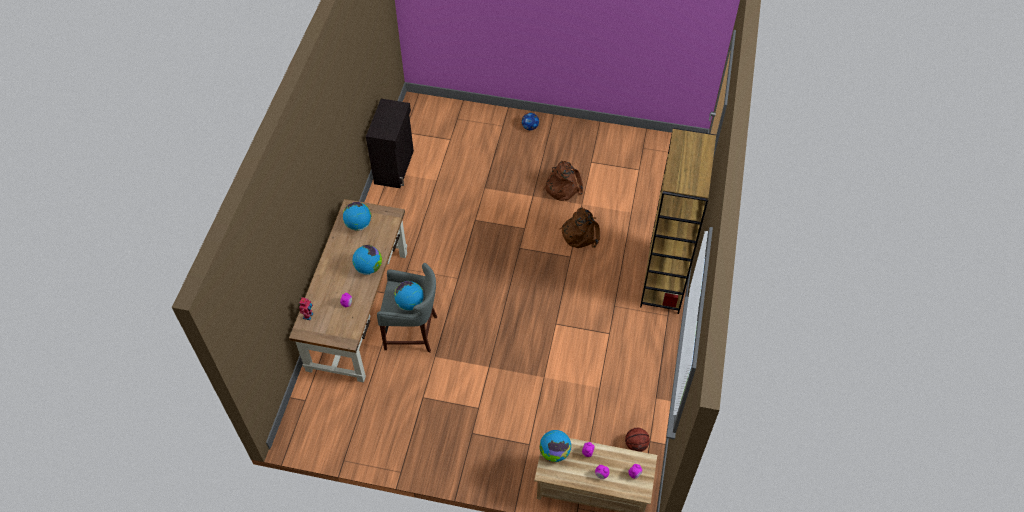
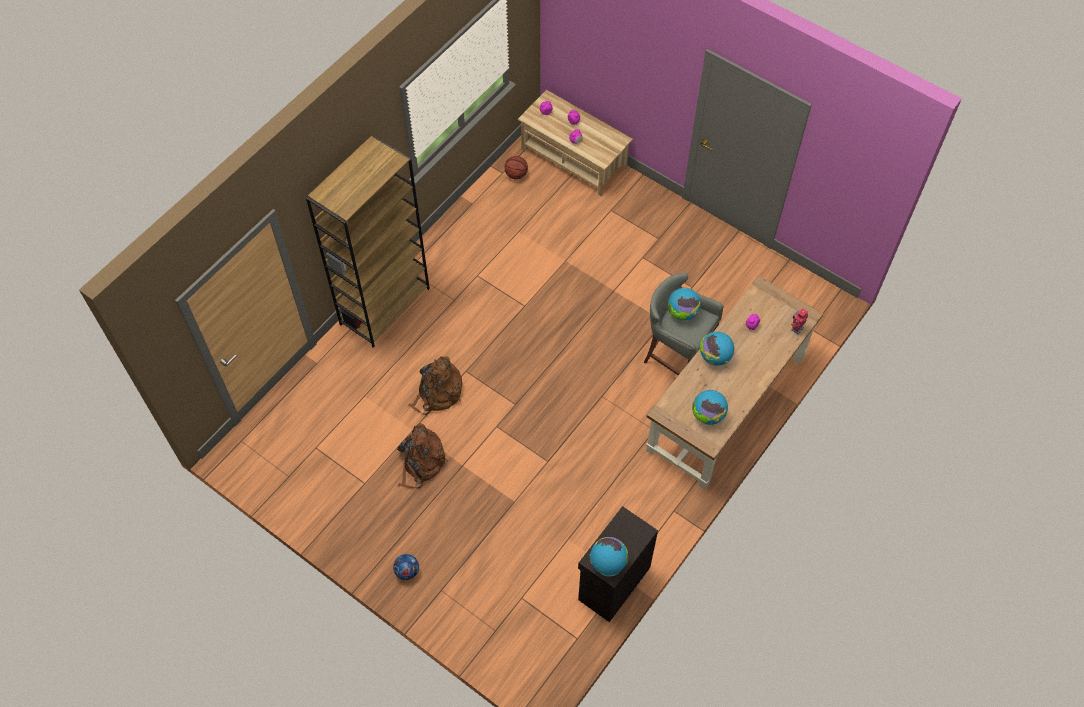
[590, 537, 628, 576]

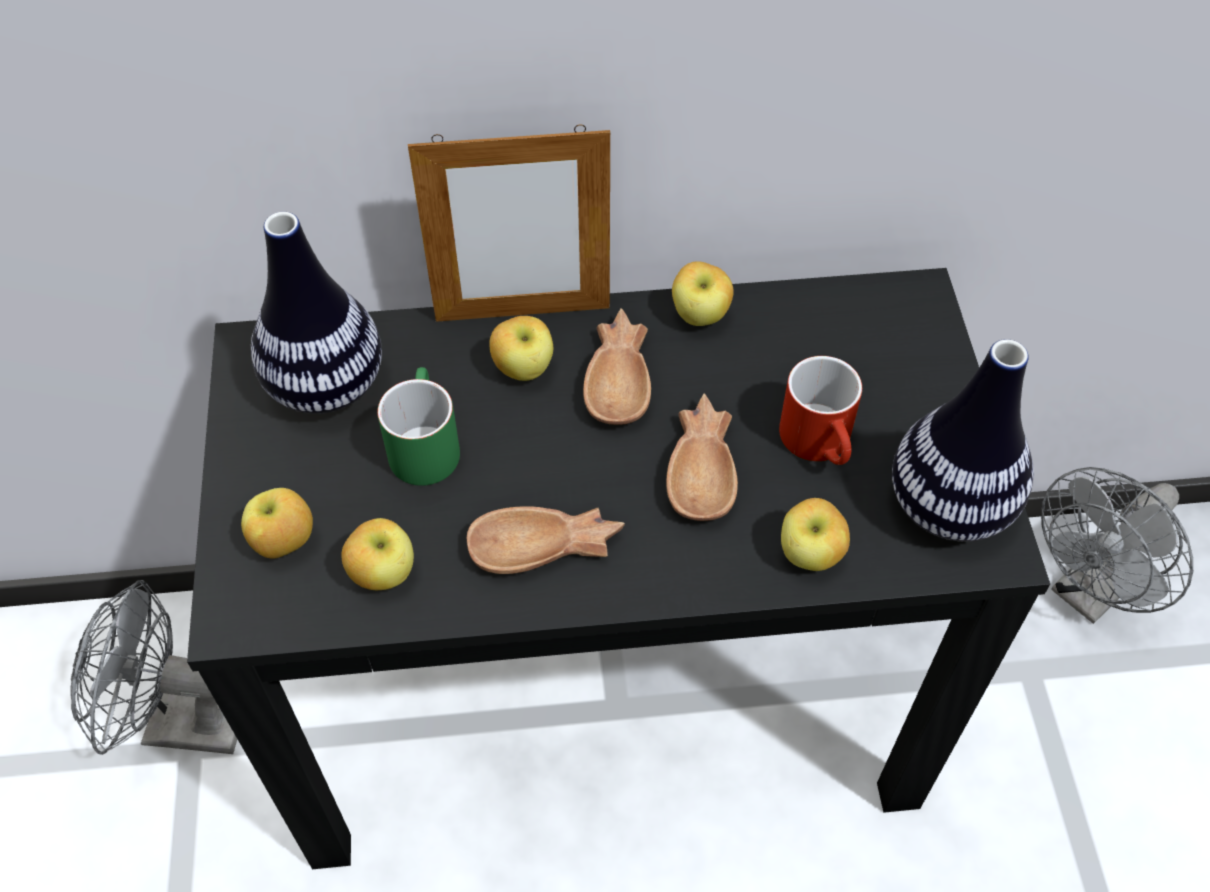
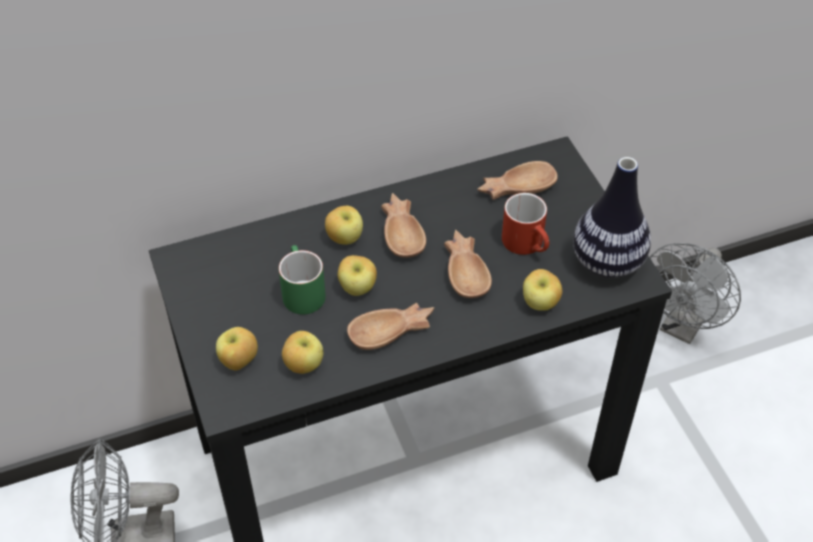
[338, 255, 377, 296]
[477, 161, 558, 200]
[251, 212, 382, 414] (first image)
[408, 124, 610, 322] (first image)

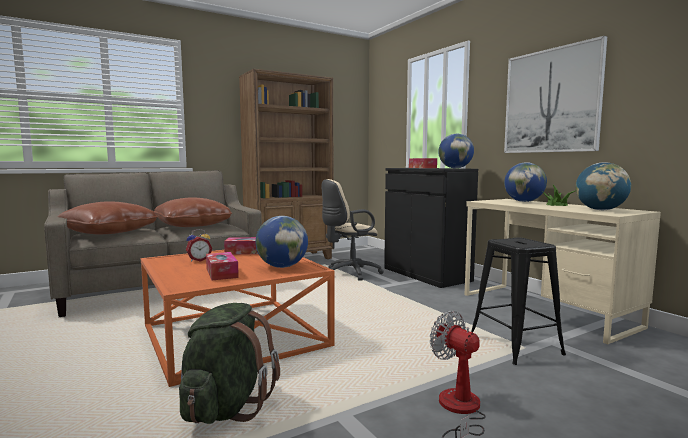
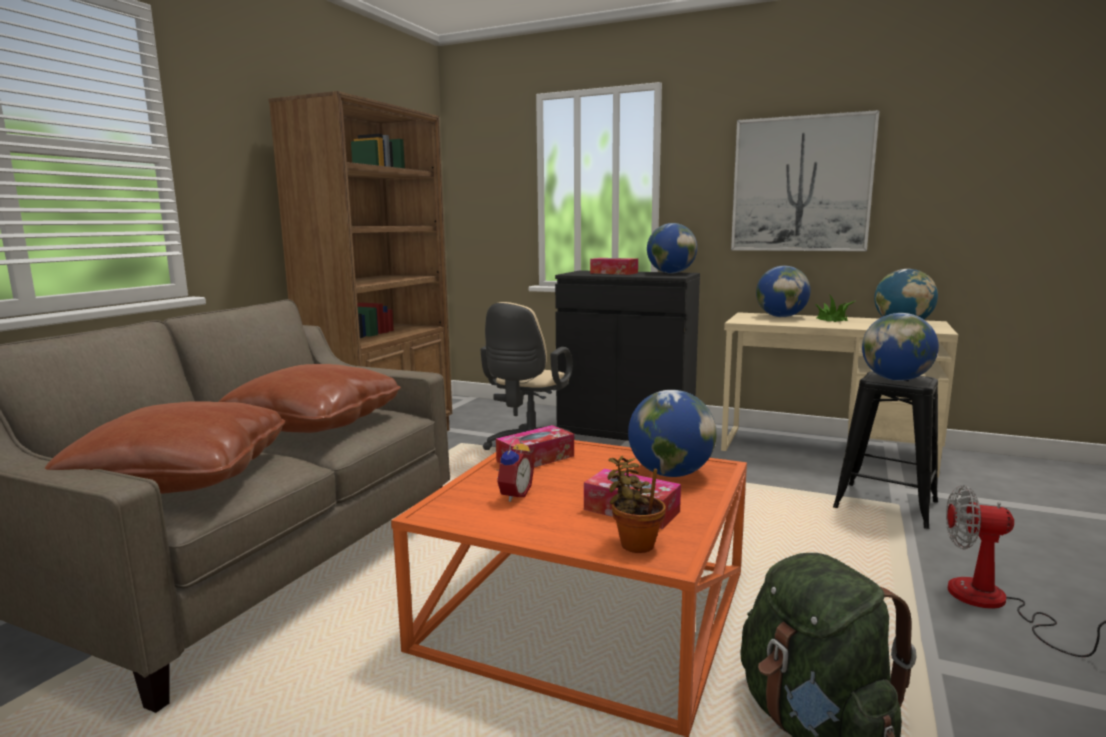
[607, 456, 666, 553]
[862, 313, 939, 381]

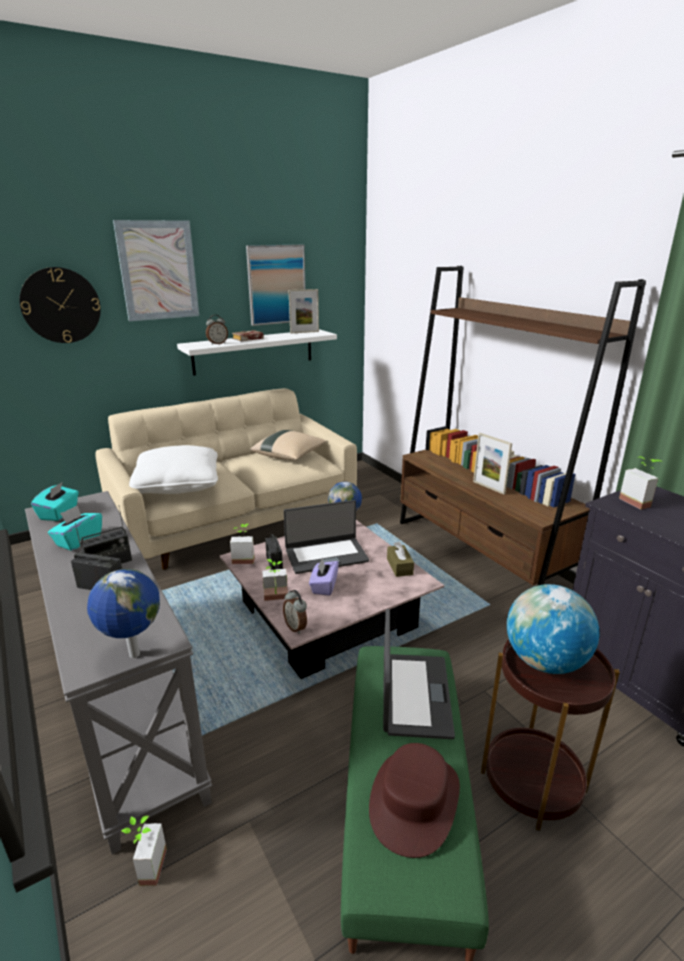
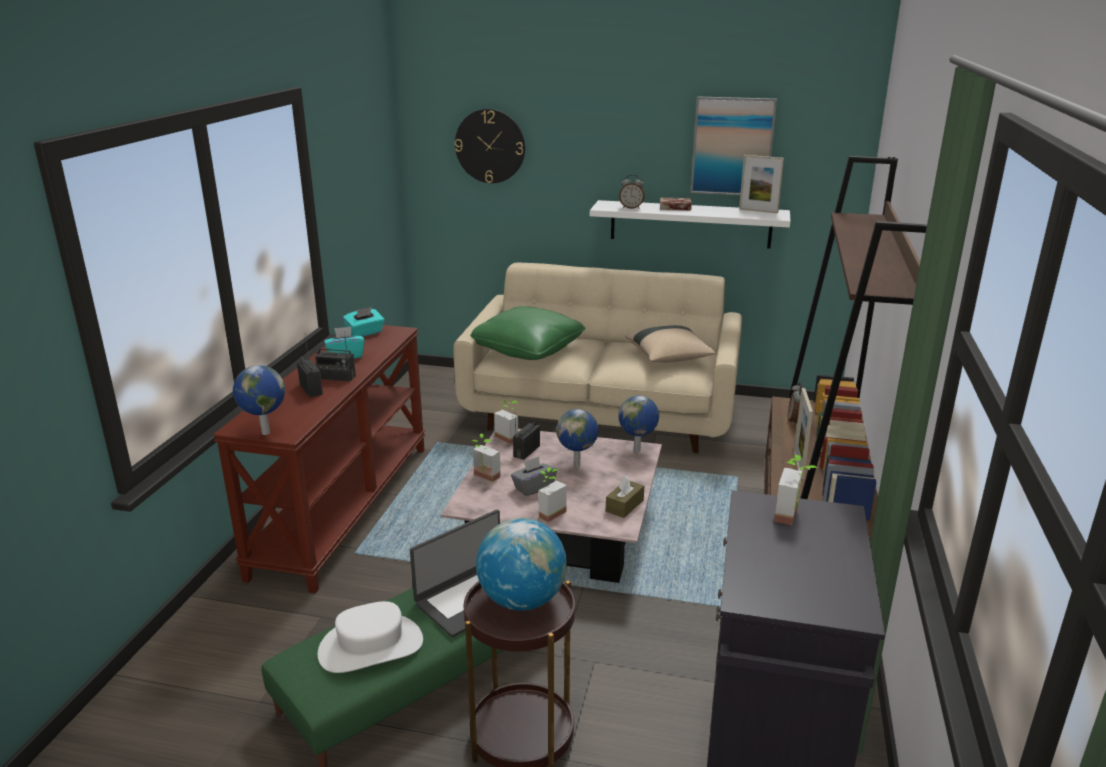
[213, 325, 425, 594]
[318, 601, 423, 673]
[470, 306, 585, 360]
[511, 456, 557, 496]
[539, 467, 567, 522]
[557, 409, 598, 467]
[788, 382, 803, 425]
[113, 220, 199, 321] (first image)

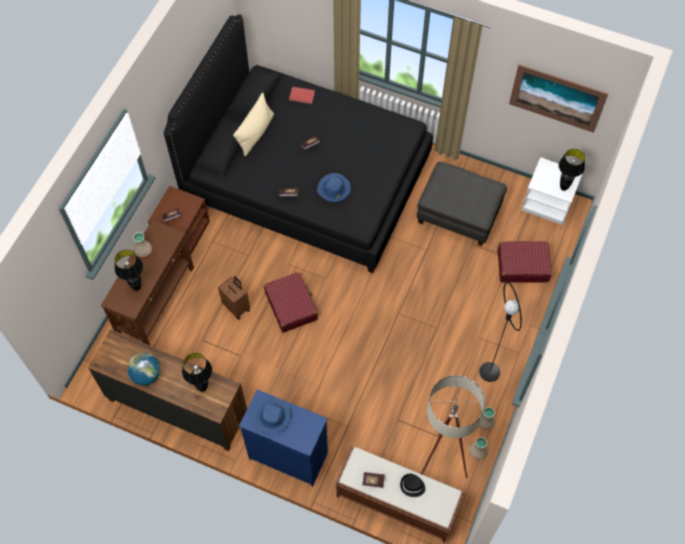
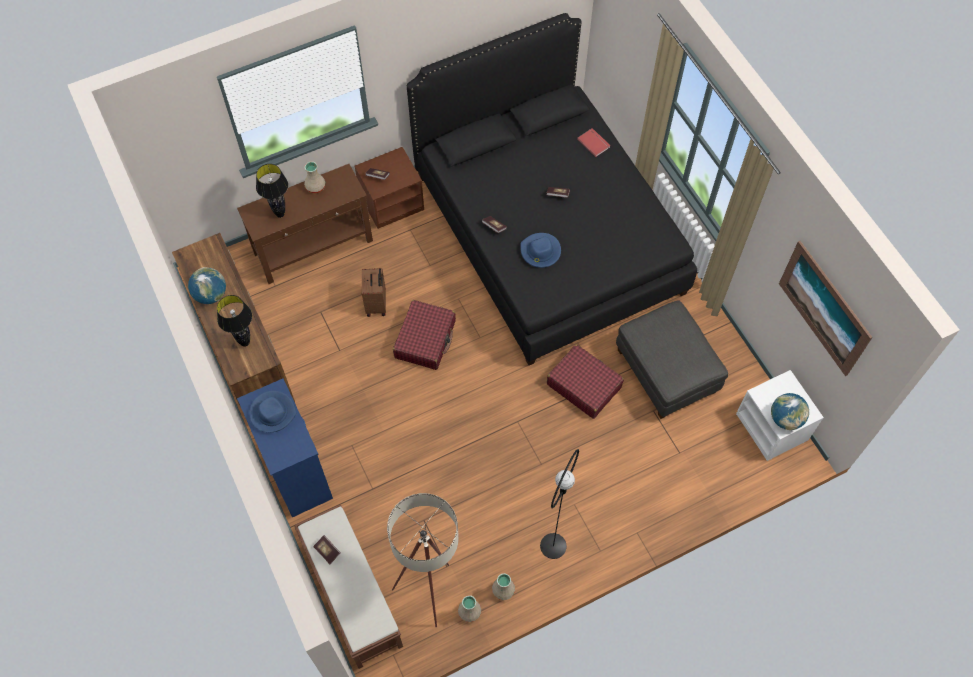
[547, 344, 624, 419]
[771, 393, 809, 430]
[233, 93, 274, 156] (first image)
[400, 473, 425, 497] (first image)

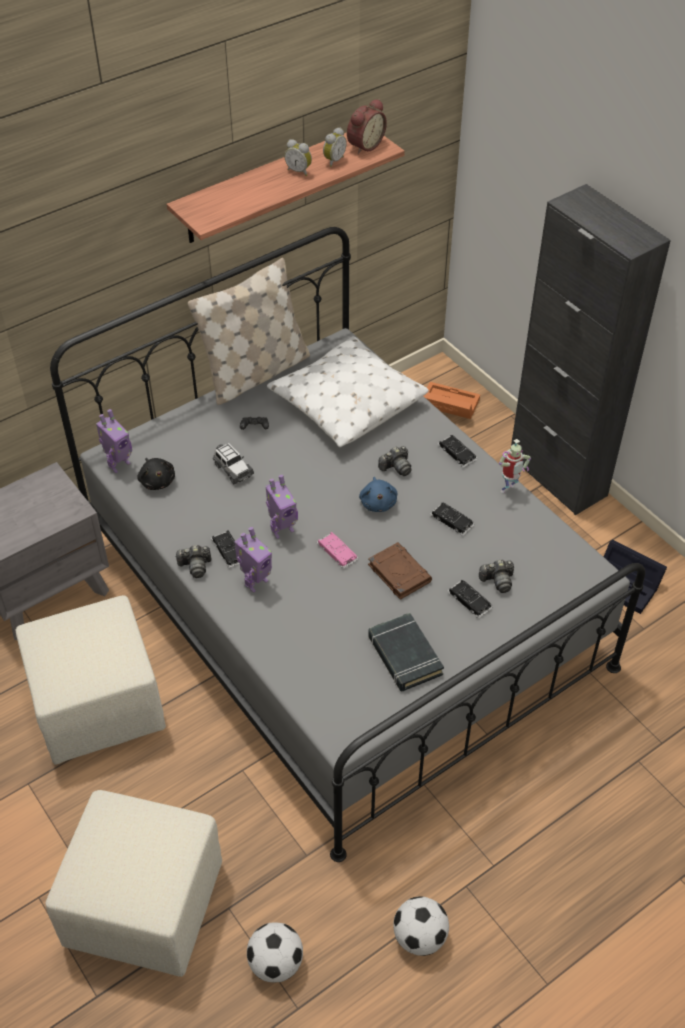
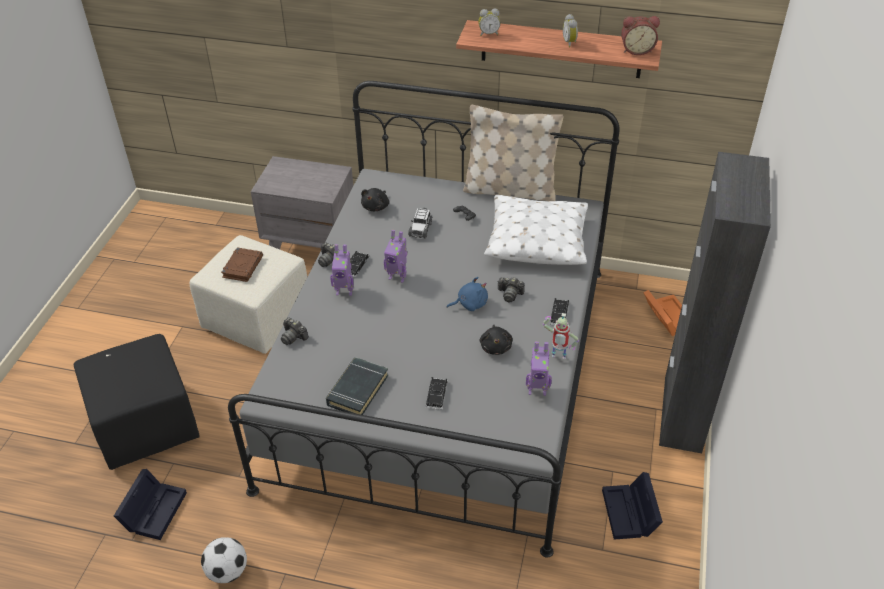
[73, 334, 200, 470]
[114, 469, 187, 540]
[221, 247, 263, 282]
[281, 318, 309, 345]
[447, 277, 488, 311]
[478, 9, 500, 36]
[480, 325, 513, 355]
[526, 341, 552, 396]
[317, 532, 358, 569] (first image)

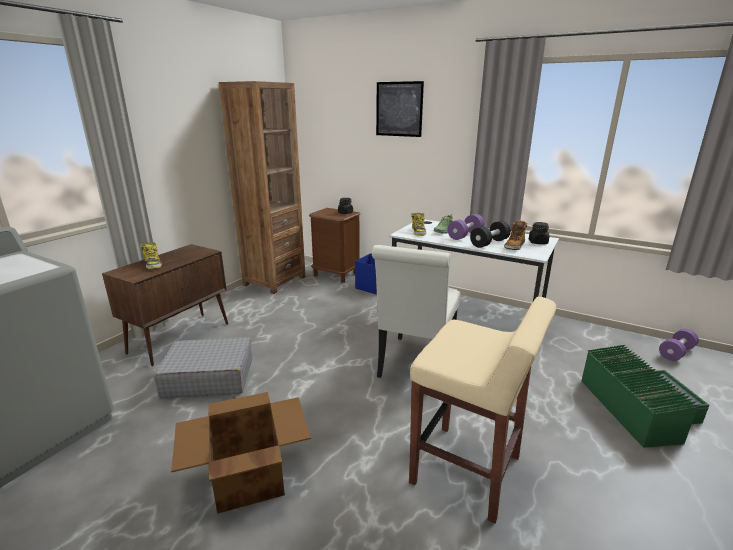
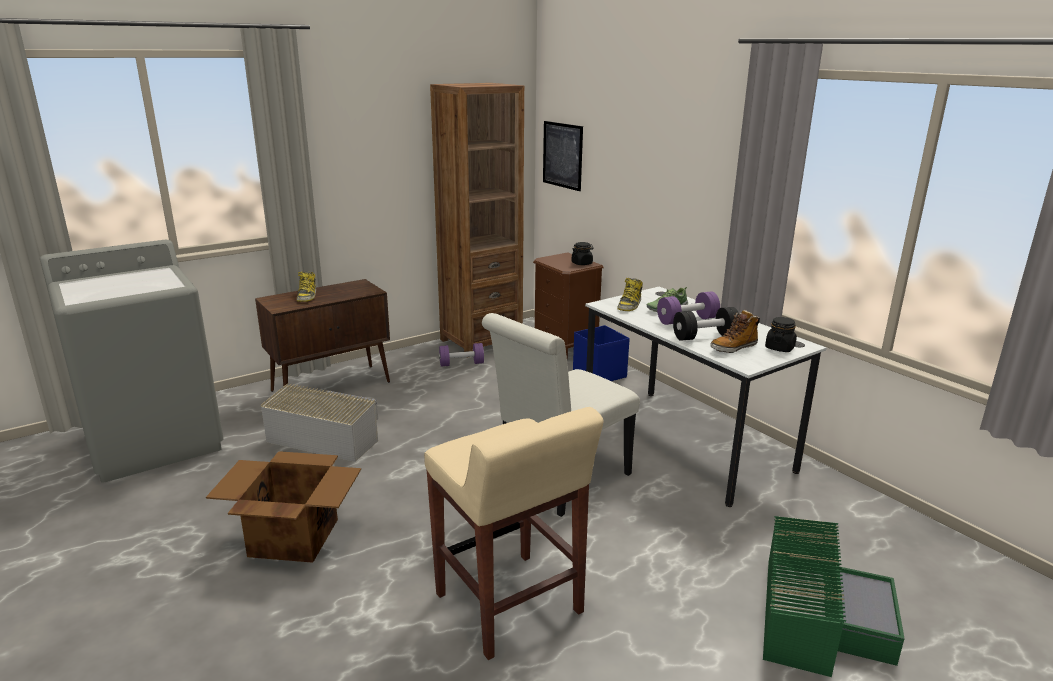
[260, 383, 378, 462]
[439, 343, 484, 366]
[543, 121, 583, 191]

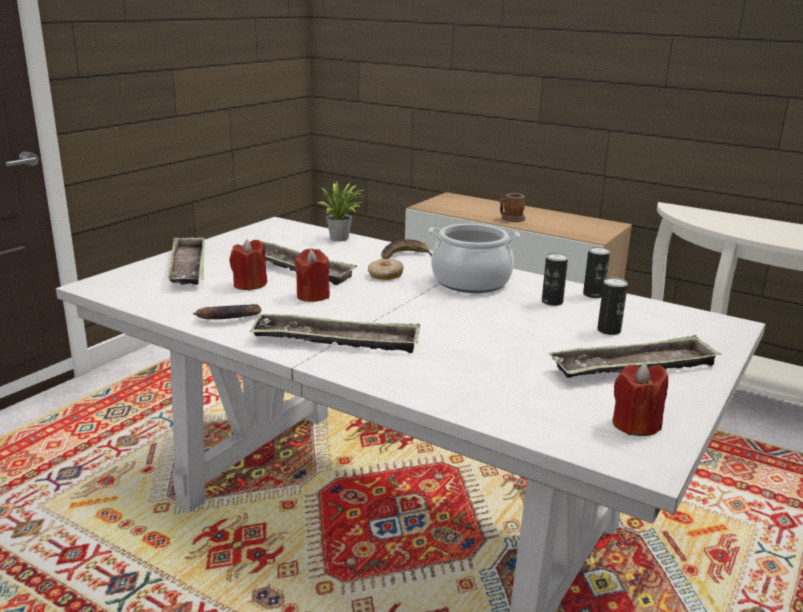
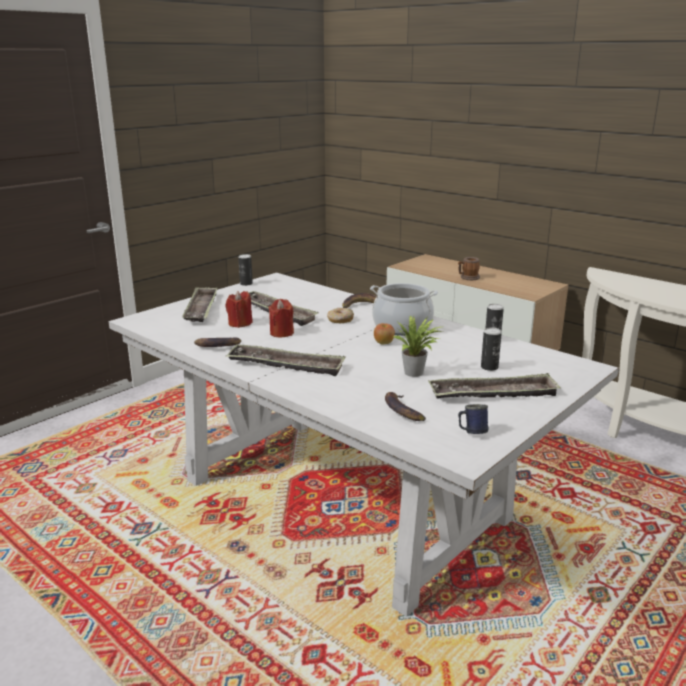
[238, 254, 253, 286]
[374, 323, 395, 344]
[385, 392, 426, 421]
[393, 315, 442, 377]
[458, 404, 489, 434]

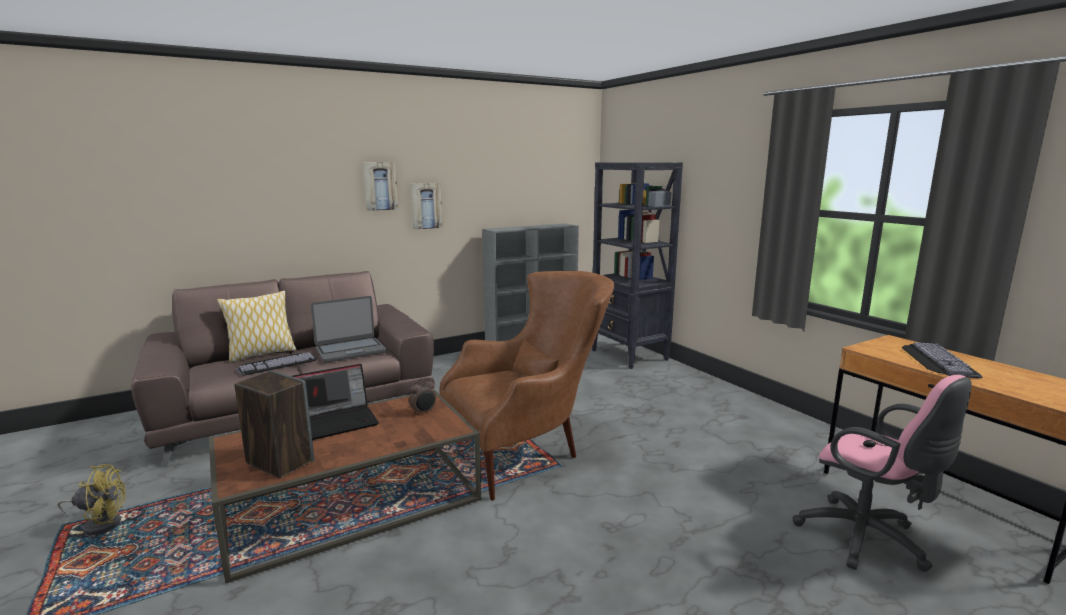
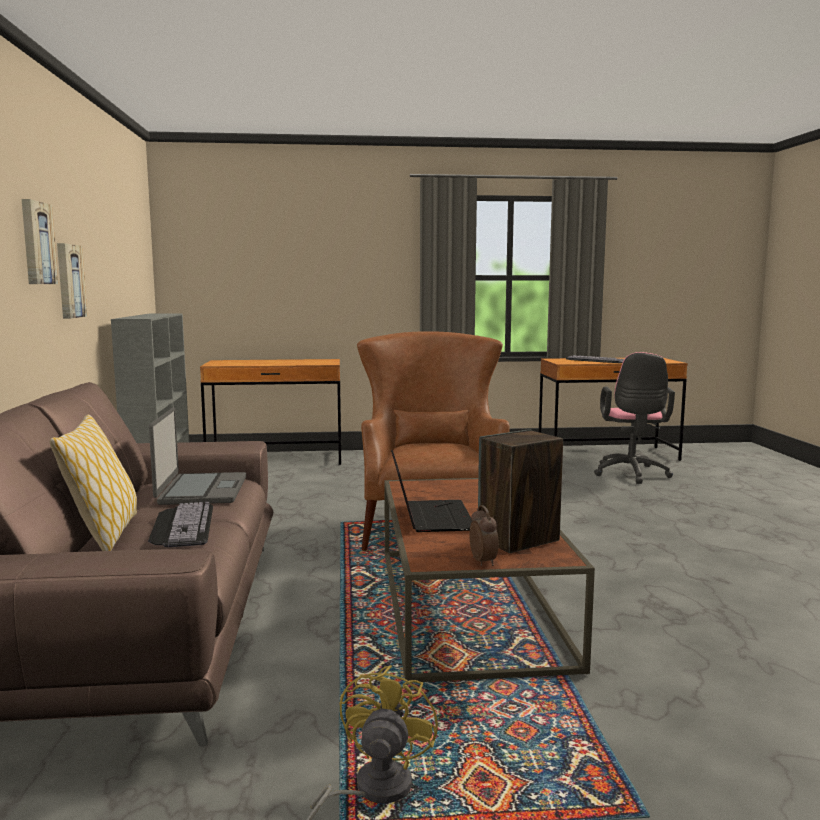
[200, 359, 341, 465]
[469, 505, 499, 566]
[594, 352, 675, 484]

